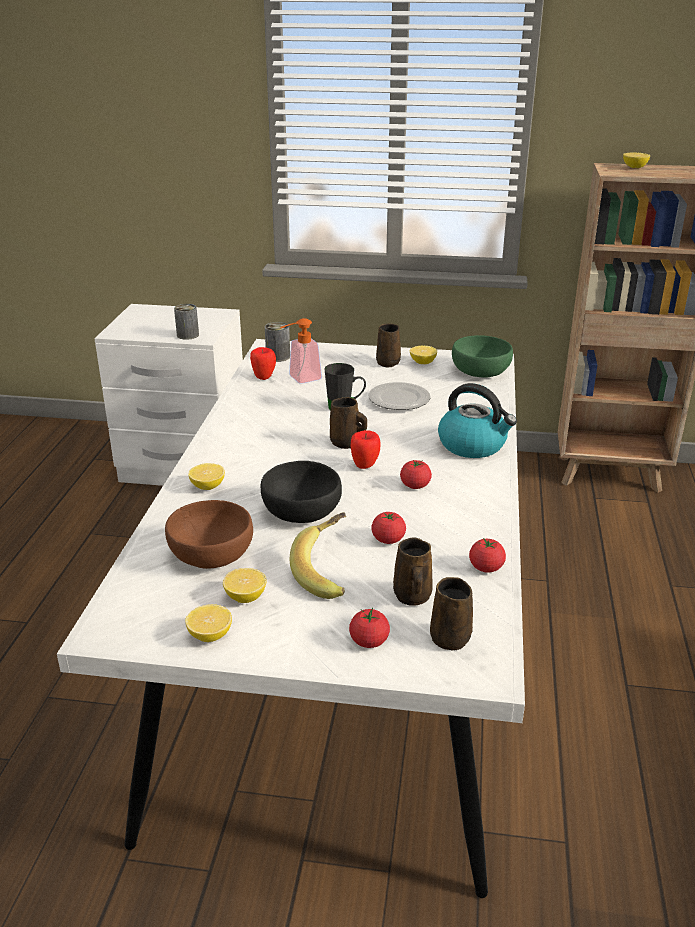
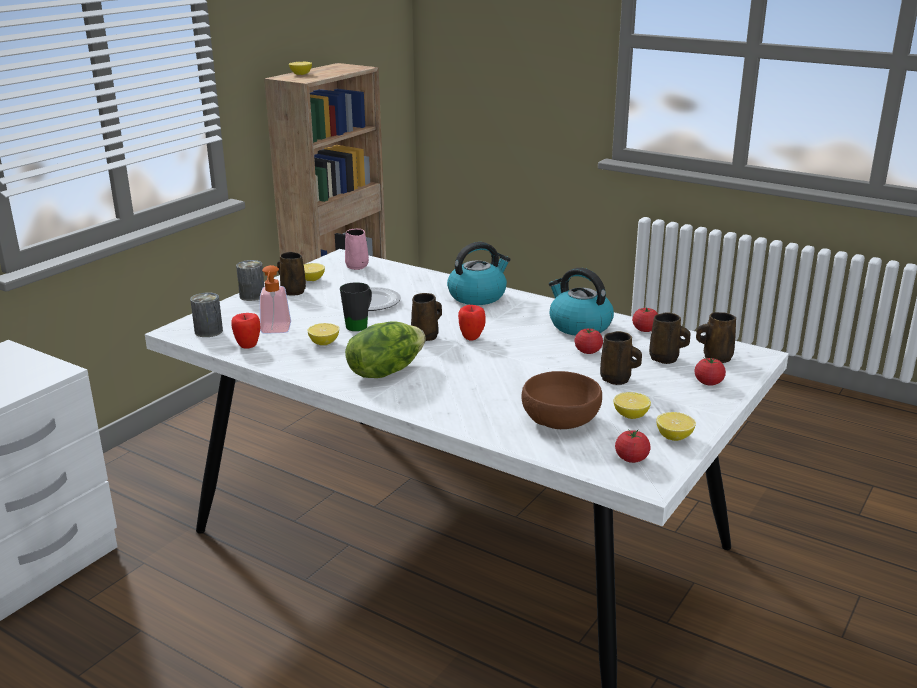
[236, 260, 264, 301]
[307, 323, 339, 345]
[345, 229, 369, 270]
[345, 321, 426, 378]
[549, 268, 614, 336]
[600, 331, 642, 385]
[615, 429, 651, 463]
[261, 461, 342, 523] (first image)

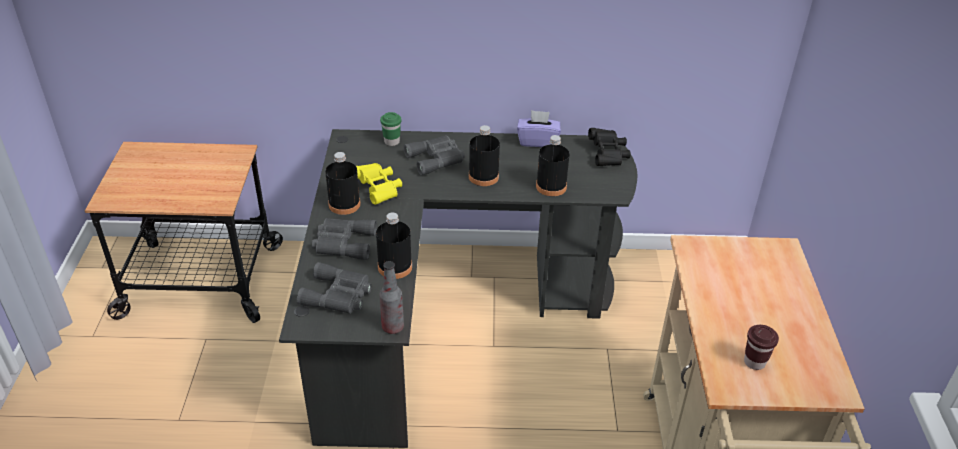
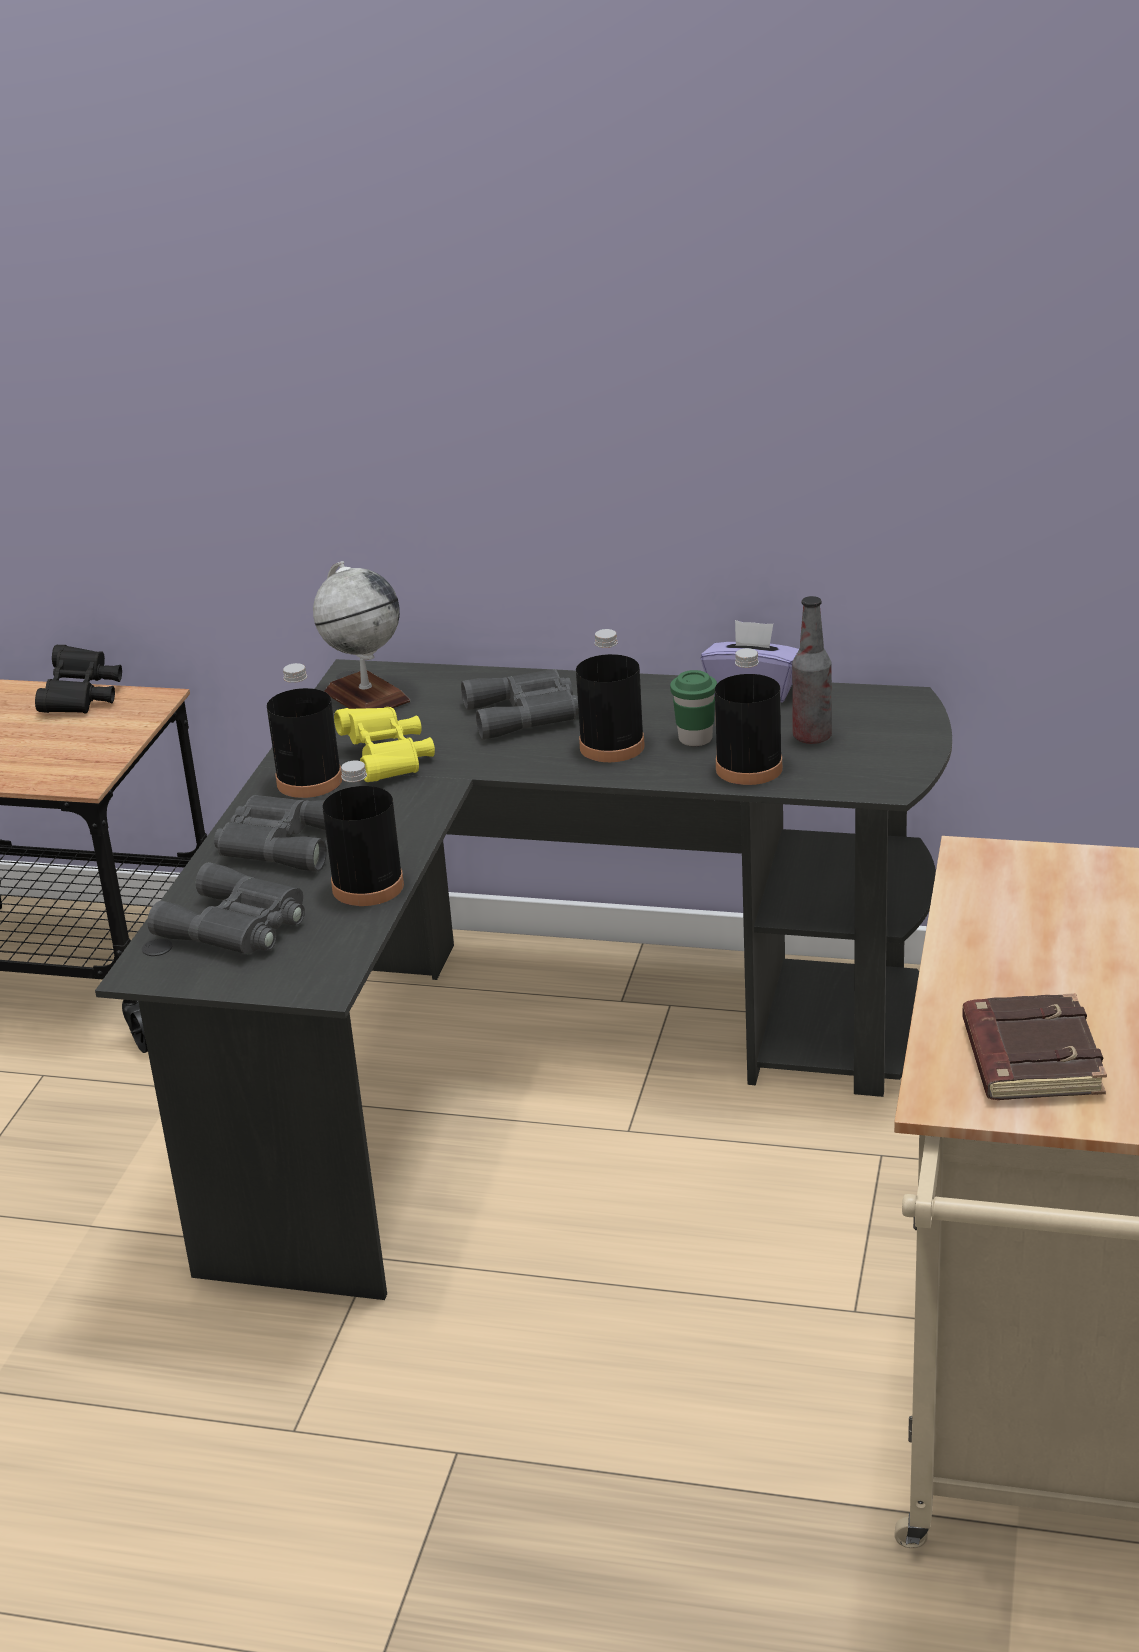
[35, 645, 122, 713]
[313, 561, 410, 709]
[670, 670, 717, 746]
[792, 596, 832, 744]
[962, 993, 1107, 1100]

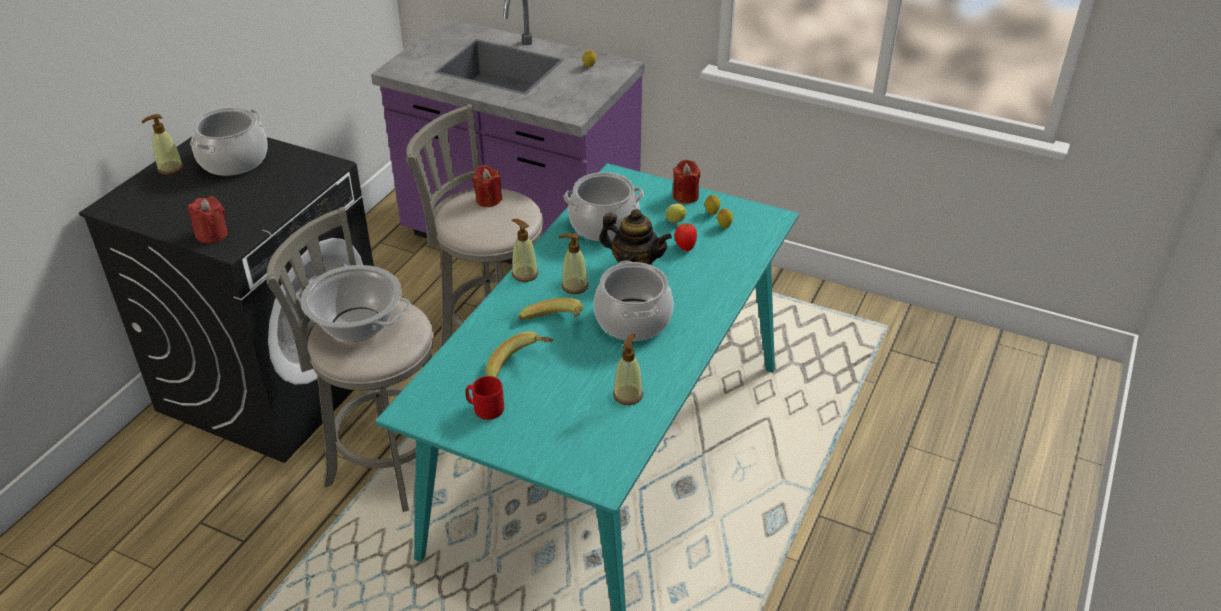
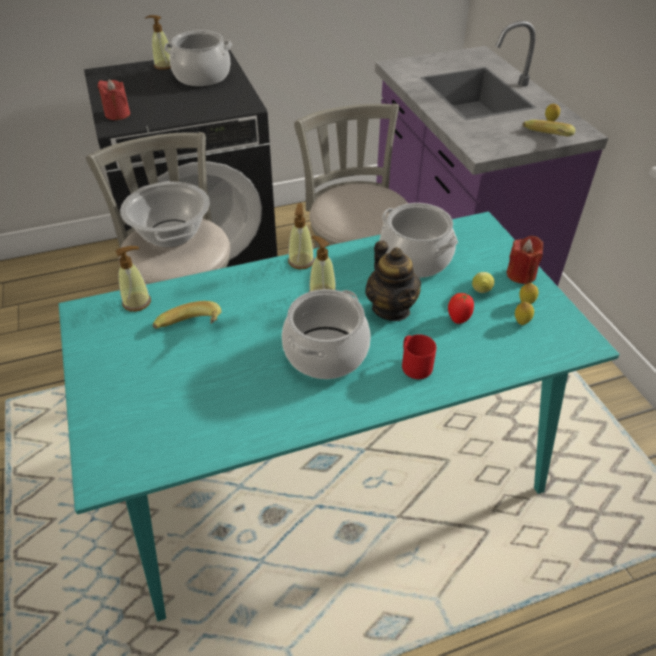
[116, 246, 151, 312]
[402, 334, 436, 379]
[522, 120, 575, 137]
[473, 165, 502, 207] (first image)

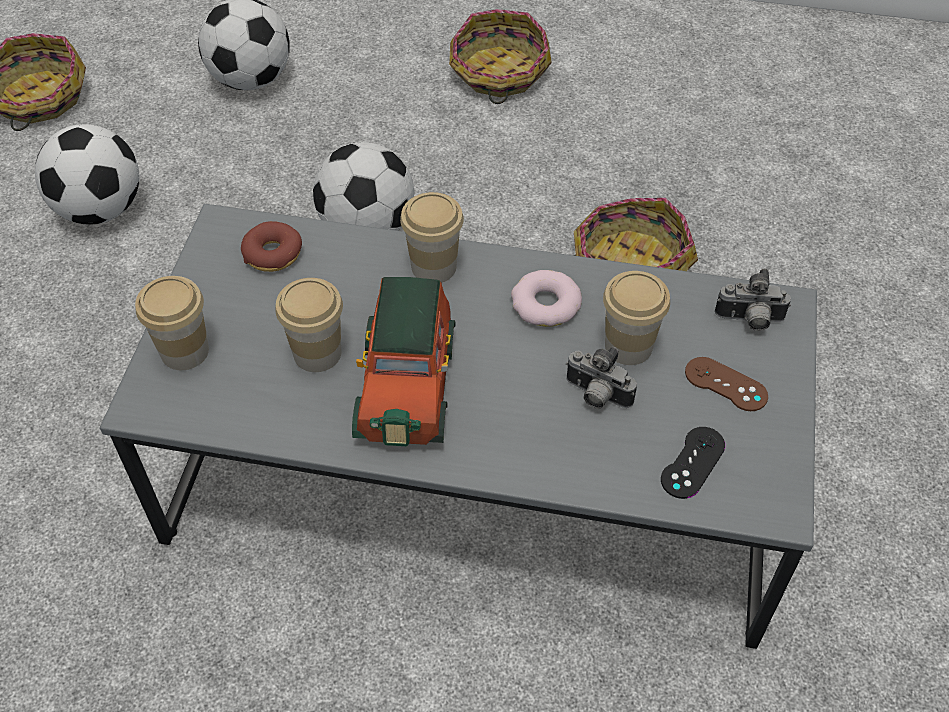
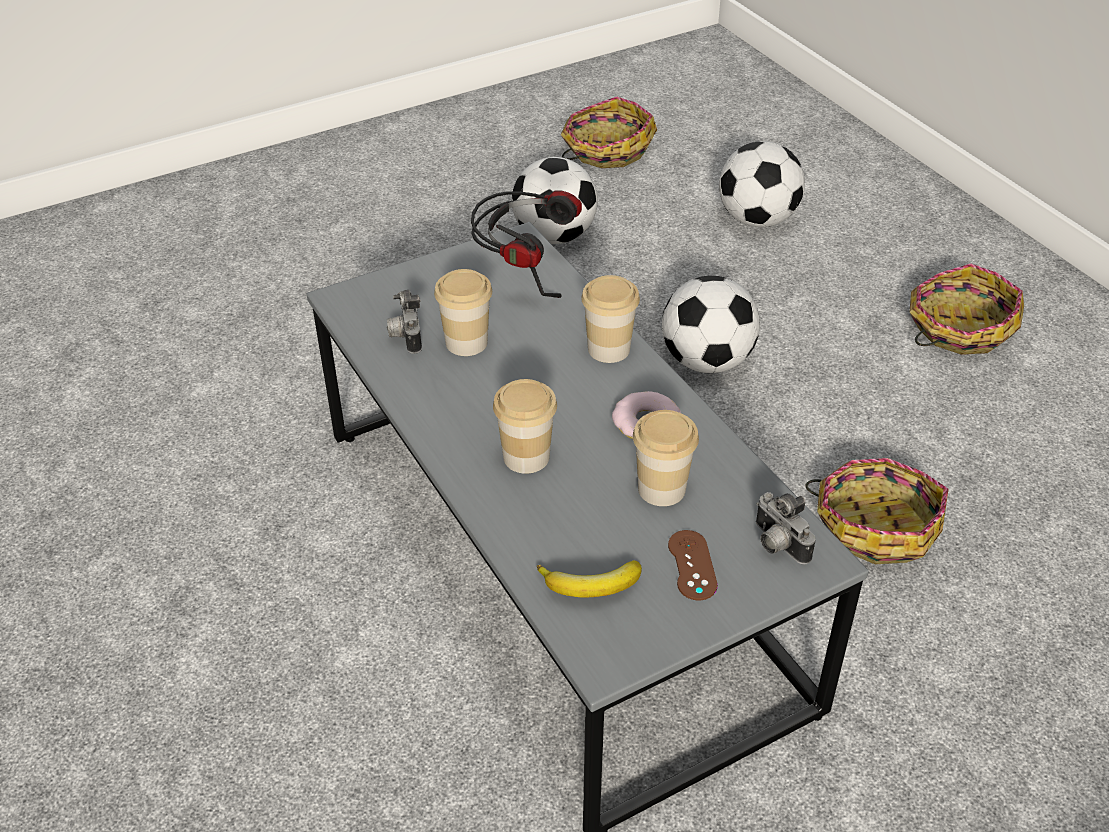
[387, 290, 422, 354]
[471, 190, 582, 298]
[493, 379, 557, 474]
[537, 560, 642, 597]
[352, 277, 455, 446] (first image)

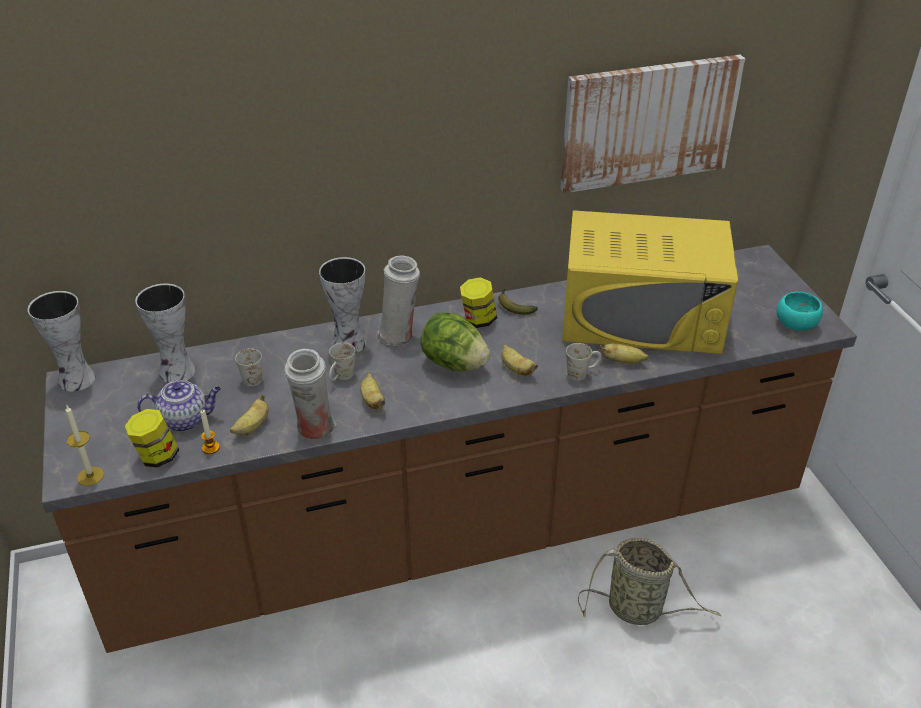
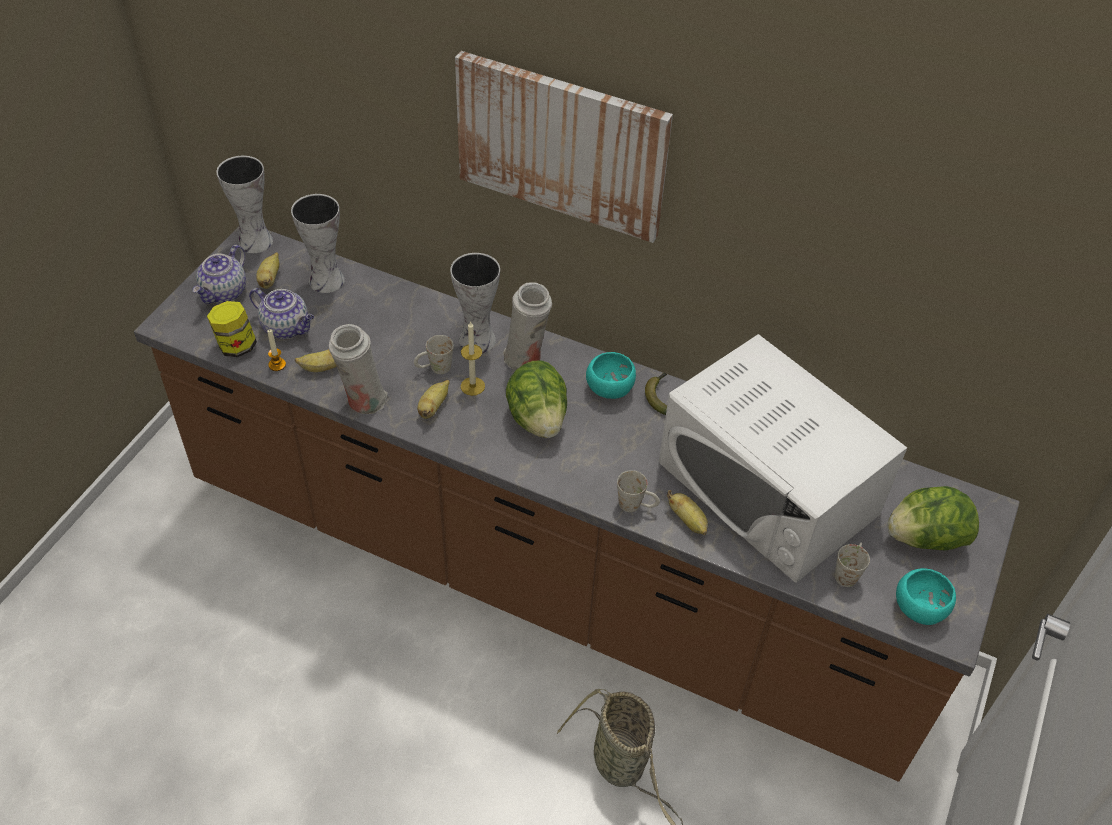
[193, 245, 246, 303]
[256, 252, 279, 289]
[455, 51, 673, 243]
[461, 321, 485, 396]
[586, 352, 636, 399]
[659, 334, 907, 583]
[835, 542, 870, 587]
[888, 486, 979, 550]

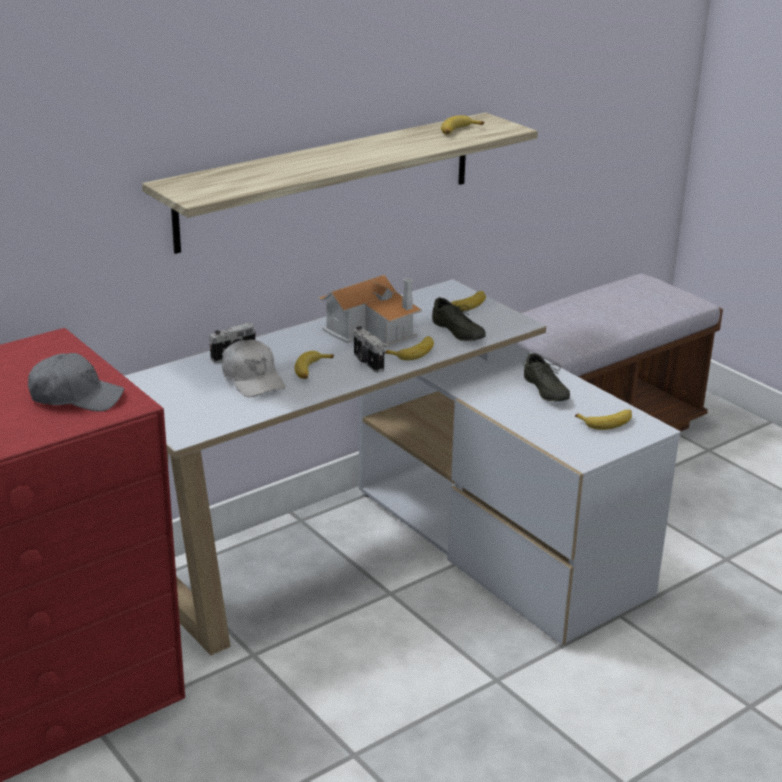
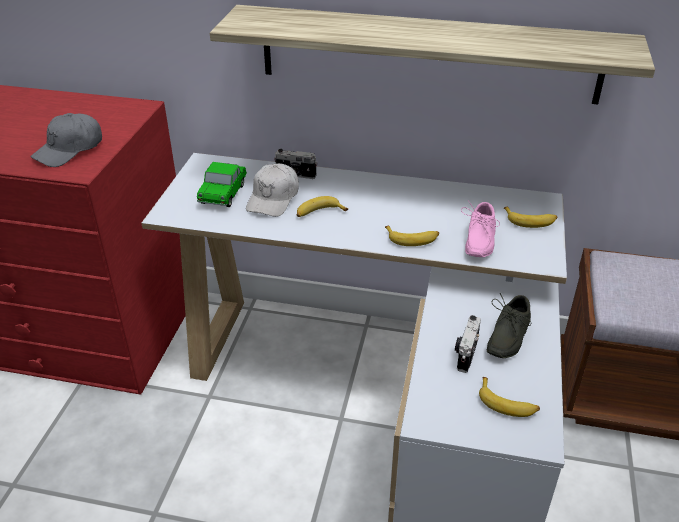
[31, 113, 102, 167]
[197, 162, 247, 207]
[455, 315, 481, 373]
[461, 201, 500, 257]
[318, 274, 422, 348] (first image)
[441, 115, 484, 134] (first image)

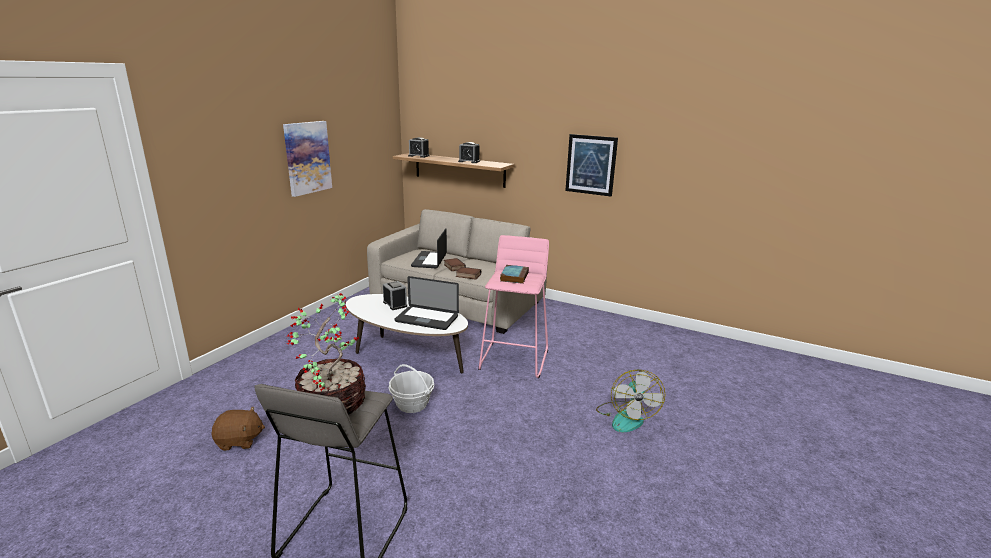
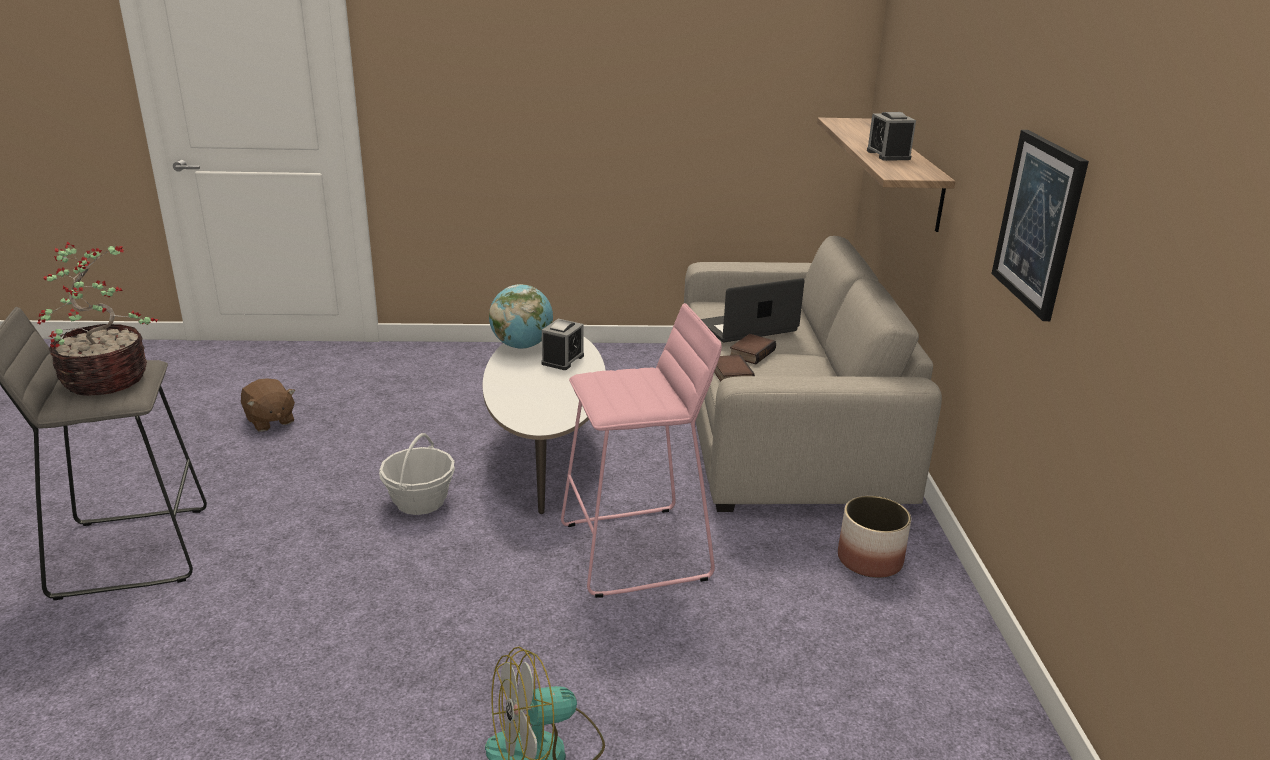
[489, 284, 553, 349]
[838, 496, 911, 578]
[283, 121, 332, 197] (first image)
[394, 276, 459, 330] (first image)
[408, 137, 430, 158] (first image)
[500, 265, 529, 284] (first image)

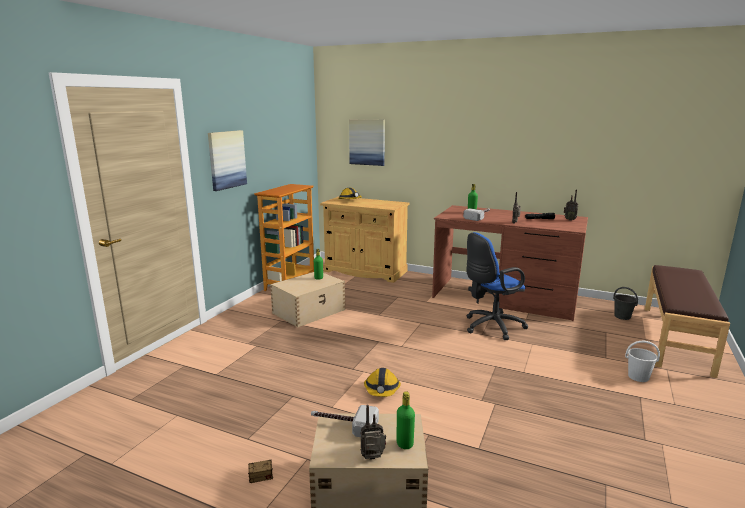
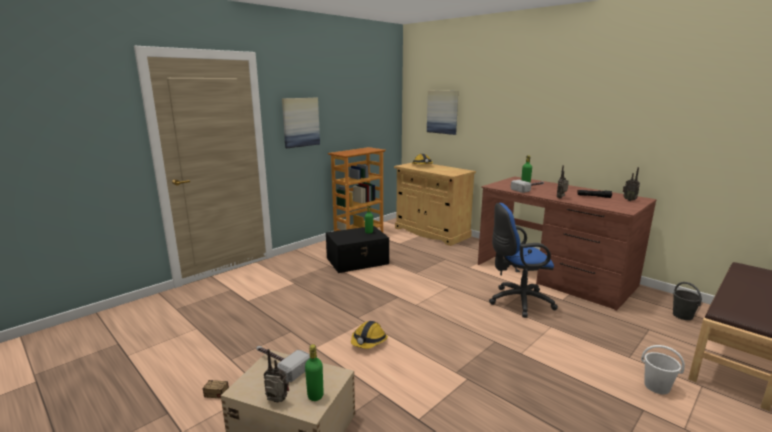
[326, 226, 389, 273]

